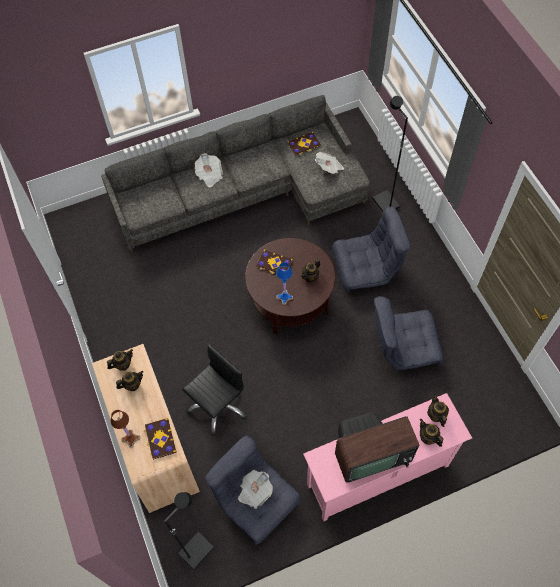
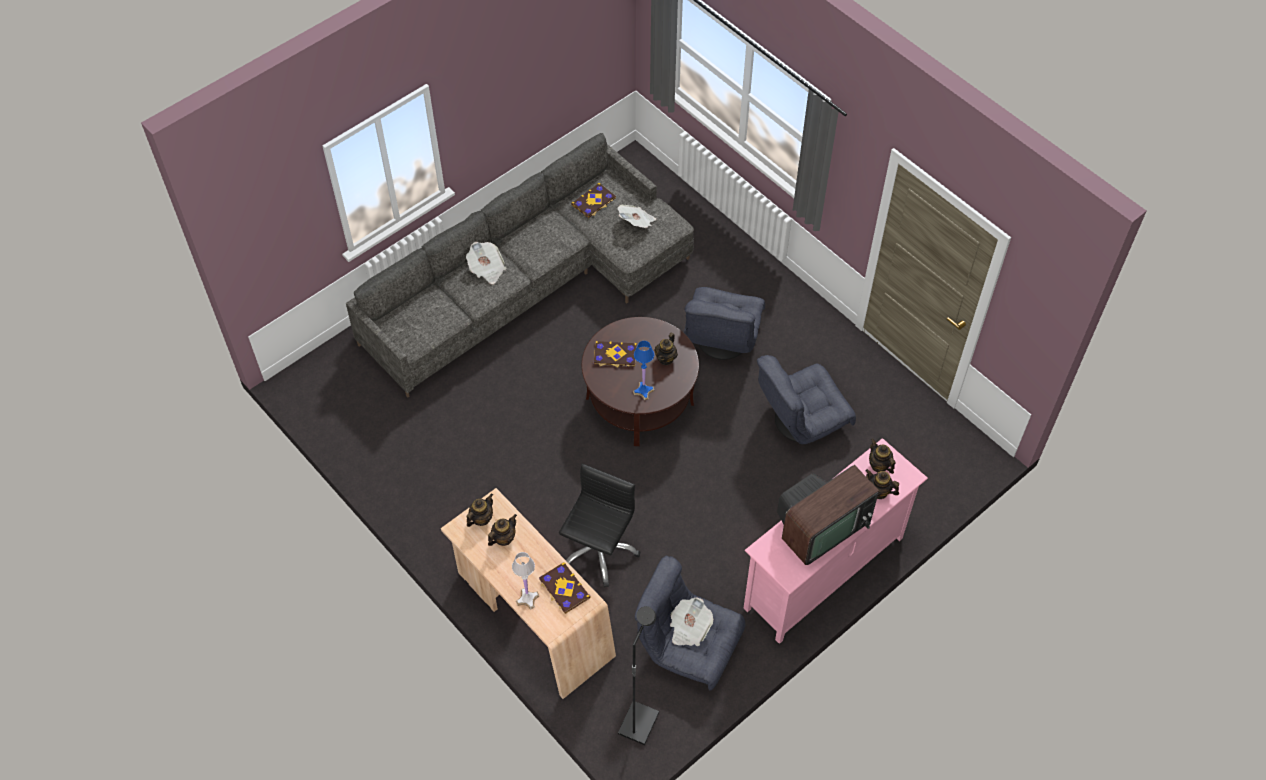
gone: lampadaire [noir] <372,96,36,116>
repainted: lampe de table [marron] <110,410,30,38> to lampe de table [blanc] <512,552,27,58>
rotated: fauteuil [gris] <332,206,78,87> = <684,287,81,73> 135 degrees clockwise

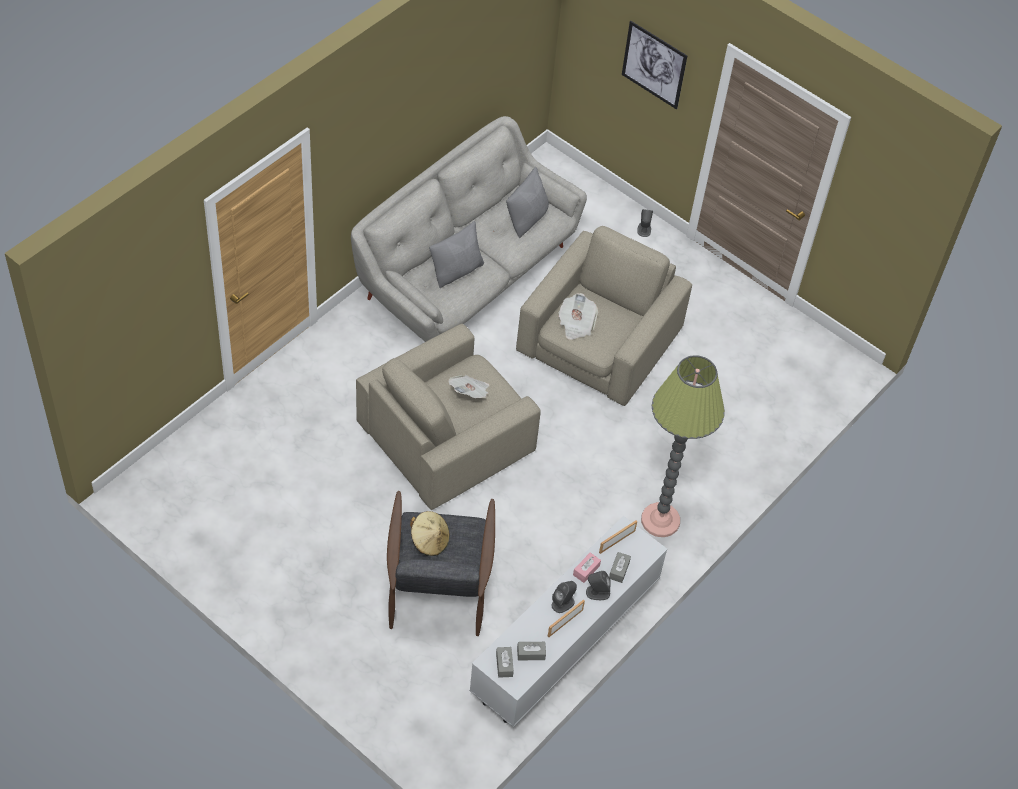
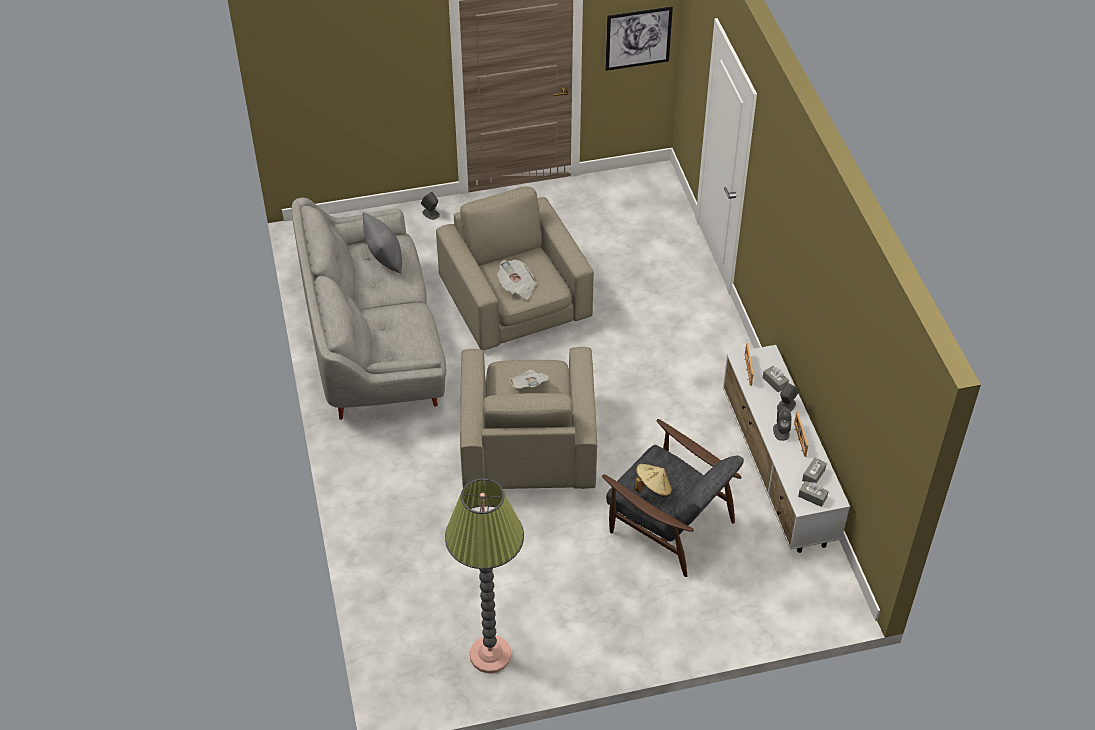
gone: coussin [gris] <429,221,55,67>; boîte à mouchoirs [rose] <573,552,28,31>
shifted: tableau <622,21,65,88> to <606,6,67,65>; lampadaire <641,355,84,182> to <445,478,79,195>

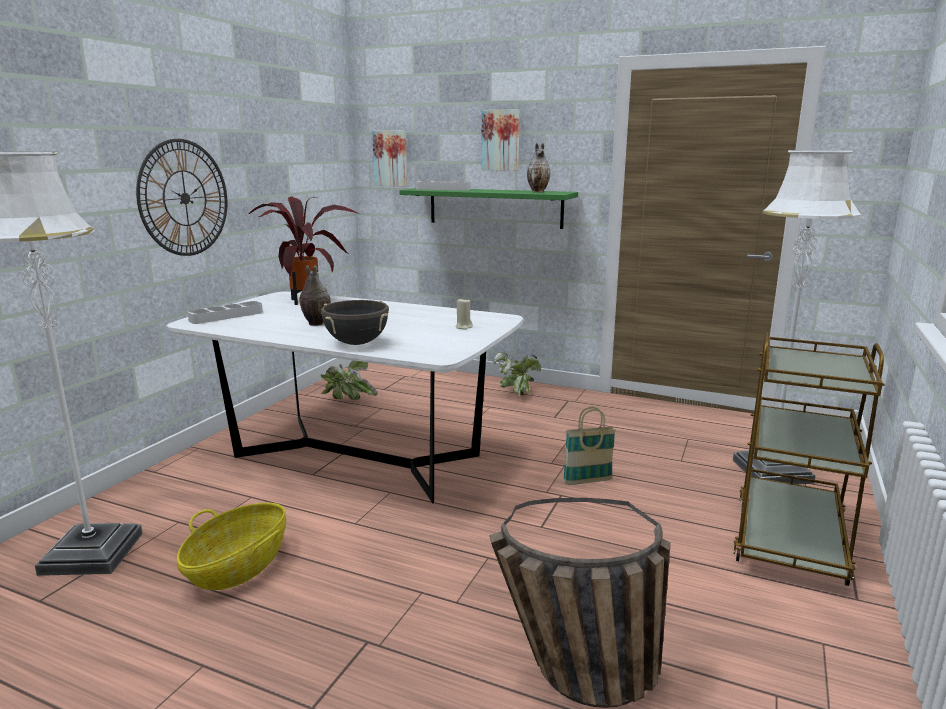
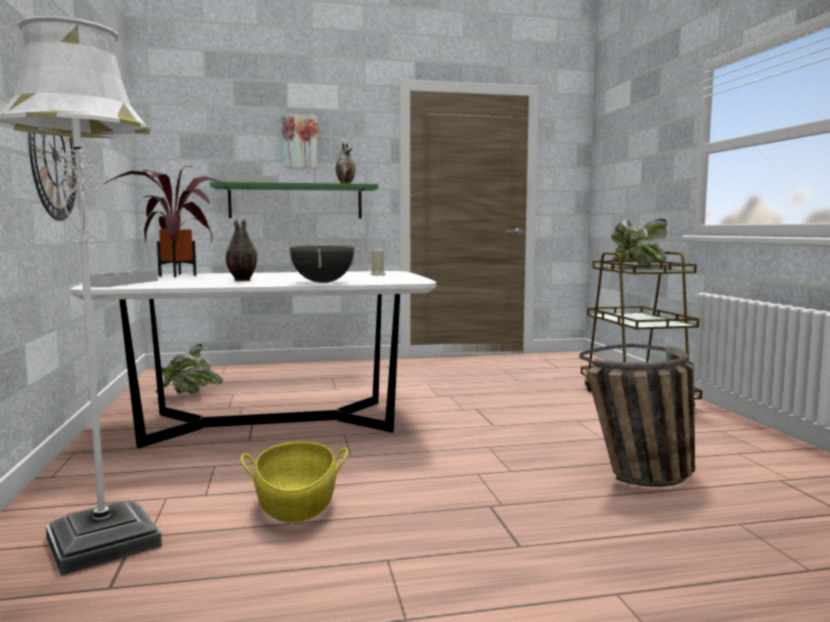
gone: tableau <372,130,35,57>; lampadaire [blanc] <733,150,128,334>; panier <563,407,53,78>
shifted: plante en pot <494,352,47,44> to <611,219,56,49>

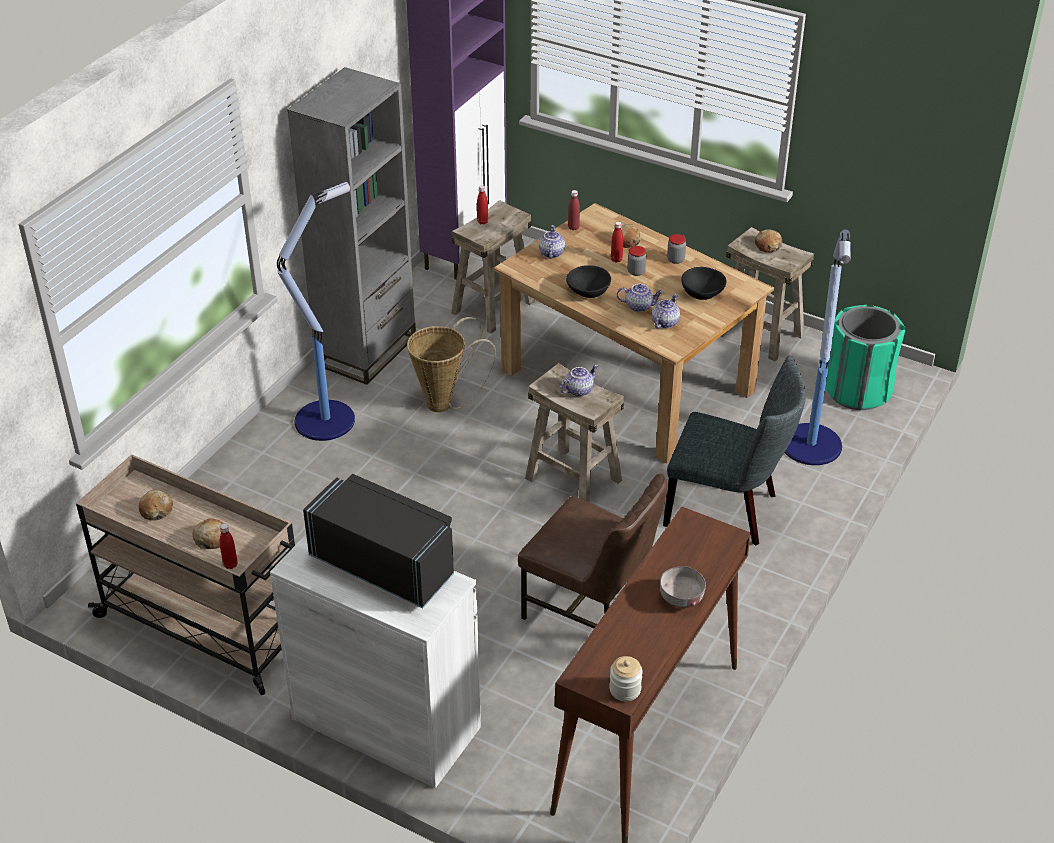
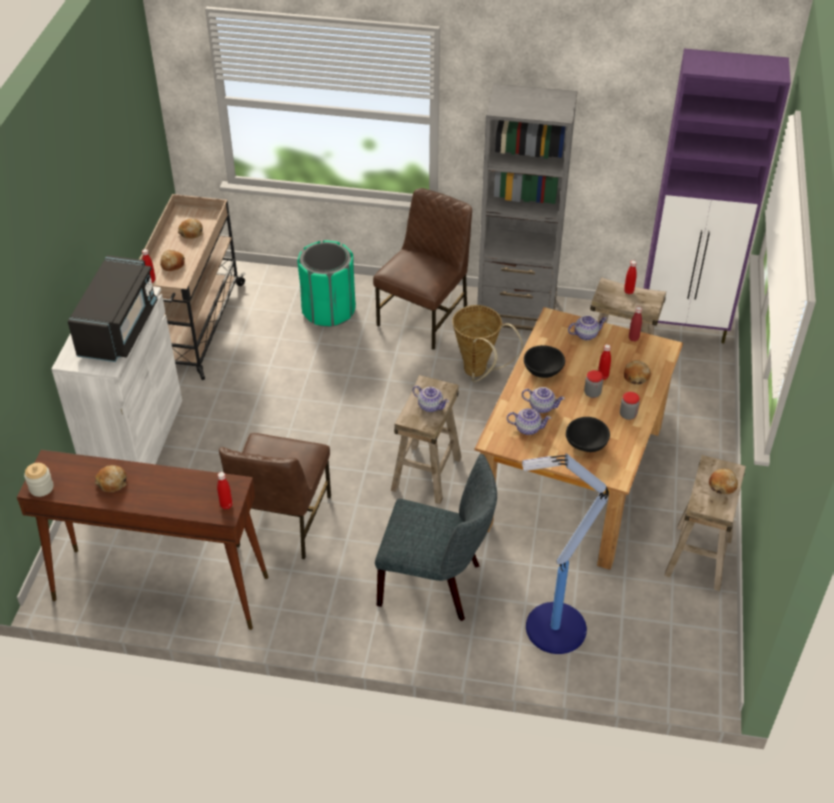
gone: bol [gris] <660,566,46,42>
new: pain <95,465,32,27>; bouteille [rouge] <217,472,16,37>
shifted: poubelle [vert] <825,305,80,105> to <297,240,59,87>
swapped: lampadaire <277,182,78,259> to chaise [marron] <373,188,99,162>
rotated: théière <617,284,46,28> = <522,387,43,26> 60 degrees counterclockwise; chaise [gris] <663,355,143,191> = <375,454,122,167> 75 degrees counterclockwise

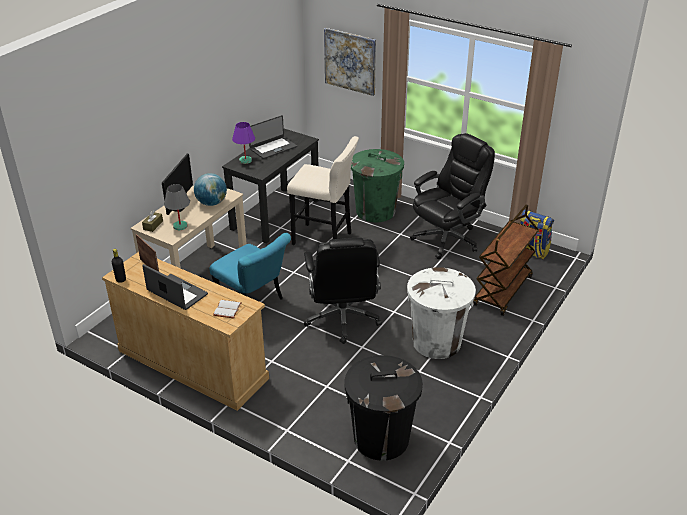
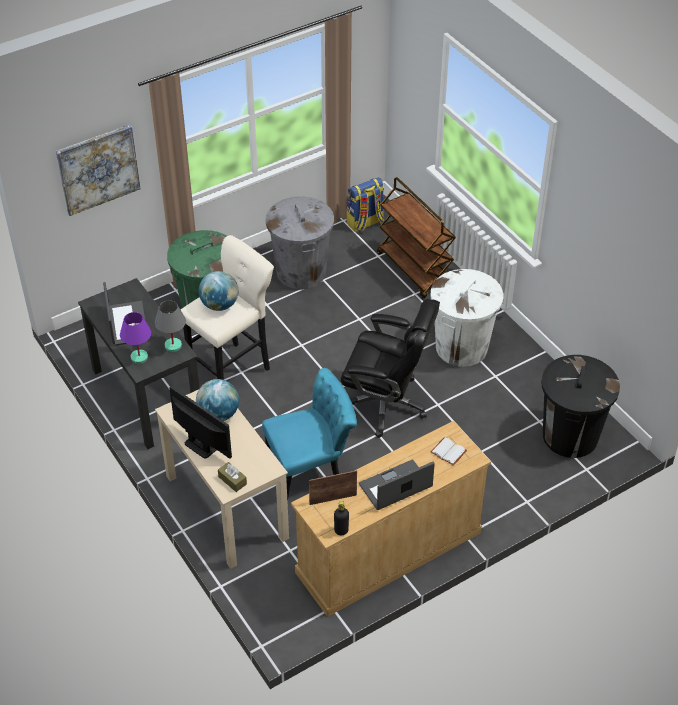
new: globe <199,271,39,40>
shifted: lampe de table [gris] <164,184,26,46> to <155,300,31,52>
swapped: chaise de bureau [noir] <410,133,85,126> to poubelle [gris] <266,196,68,93>

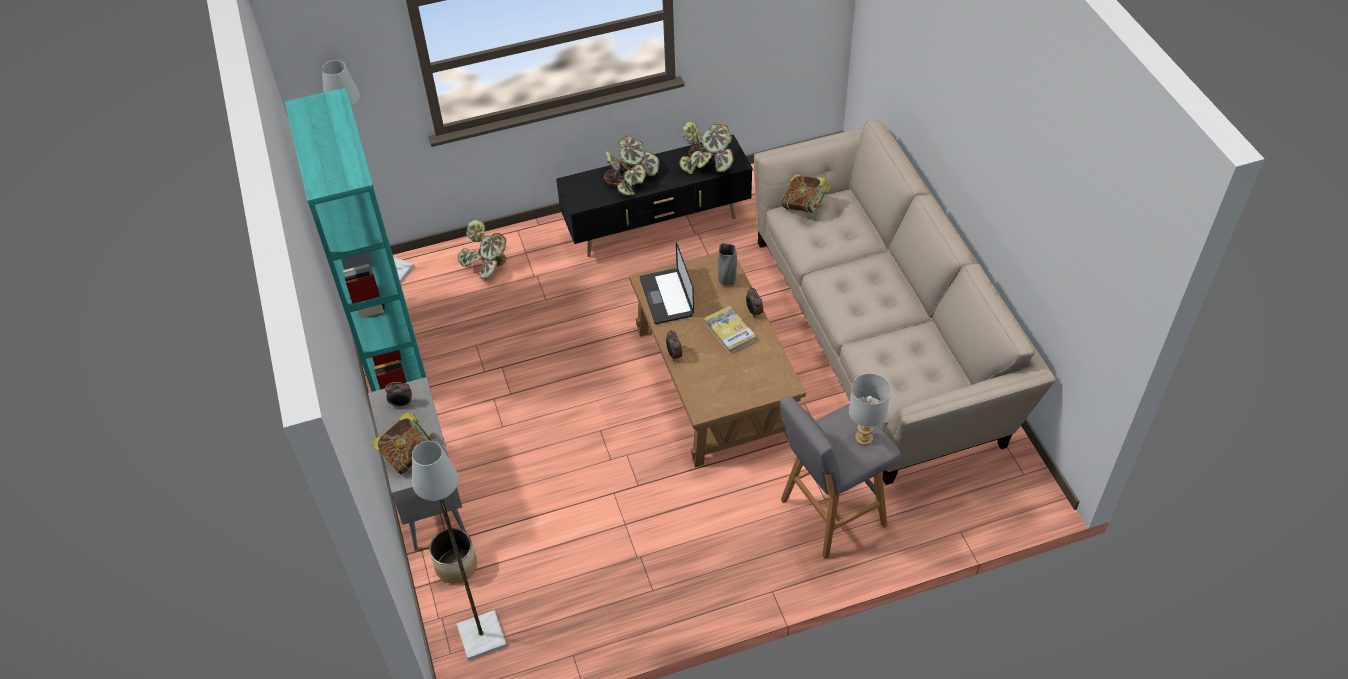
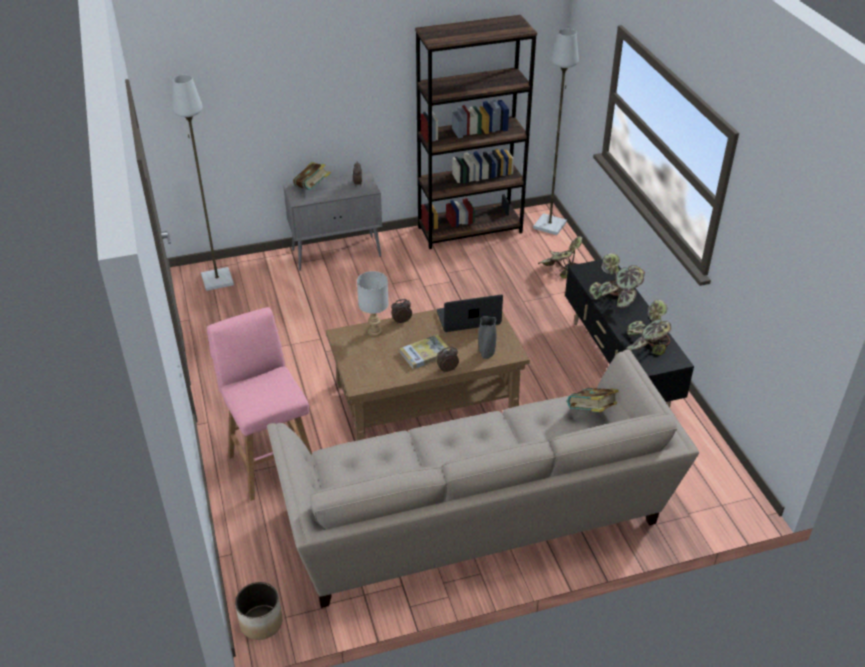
shifted: lampe de table [gris] <849,373,42,73> to <357,271,32,65>; cache-pot <429,528,48,55> to <235,582,47,58>
repainted: bibliothèque [turquoise] <285,87,141,305> to bibliothèque [marron] <415,15,122,234>; tabouret [gris] <780,396,121,163> to tabouret [rose] <207,307,105,194>

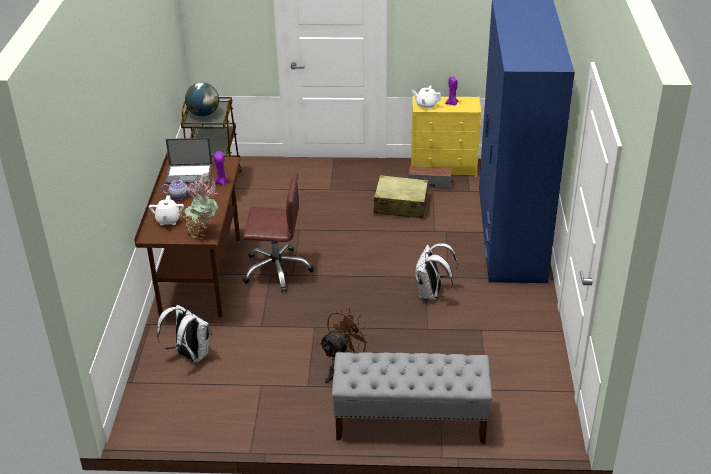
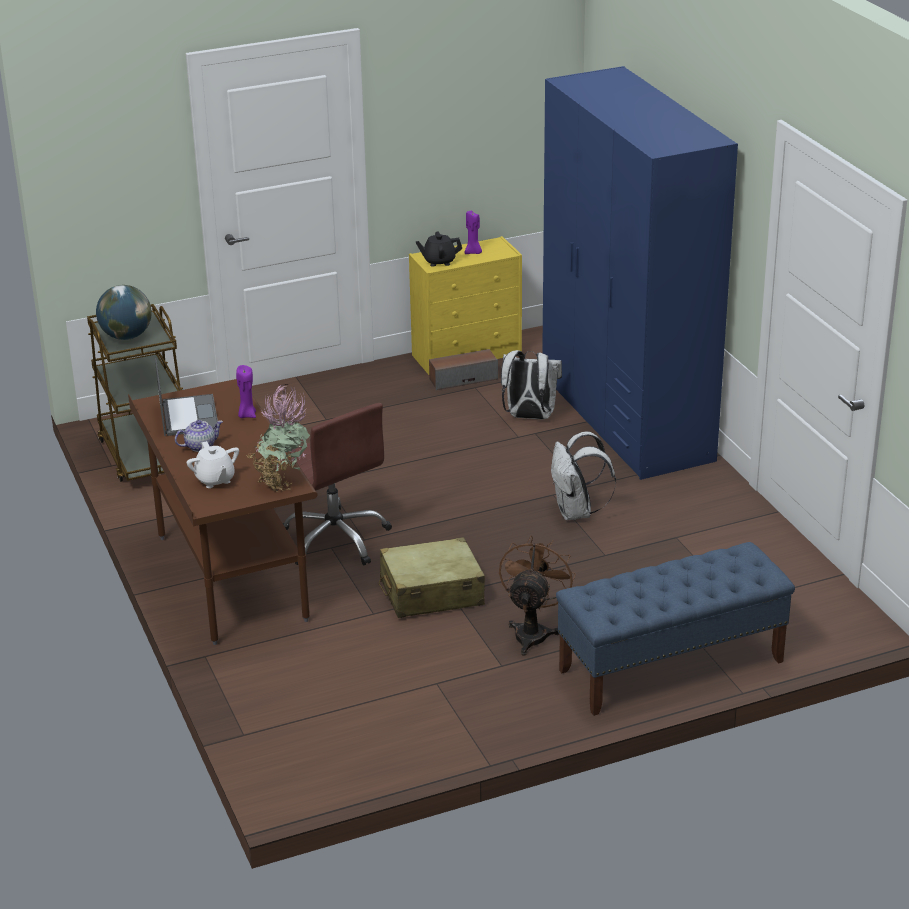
shifted: valise [beige] <373,175,55,43> to <379,537,106,81>; sac à dos [blanc] <157,305,55,58> to <501,350,61,69>
repainted: théière [blanc] <412,86,30,23> to théière [noir] <416,231,46,36>; banc [gris] <332,352,160,92> to banc [bleu] <556,542,239,174>
rotated: ordinateur portable <165,138,47,46> = <155,358,63,78> 75 degrees counterclockwise; chaise de bureau [marron] <243,172,71,120> = <283,403,109,162> 75 degrees clockwise

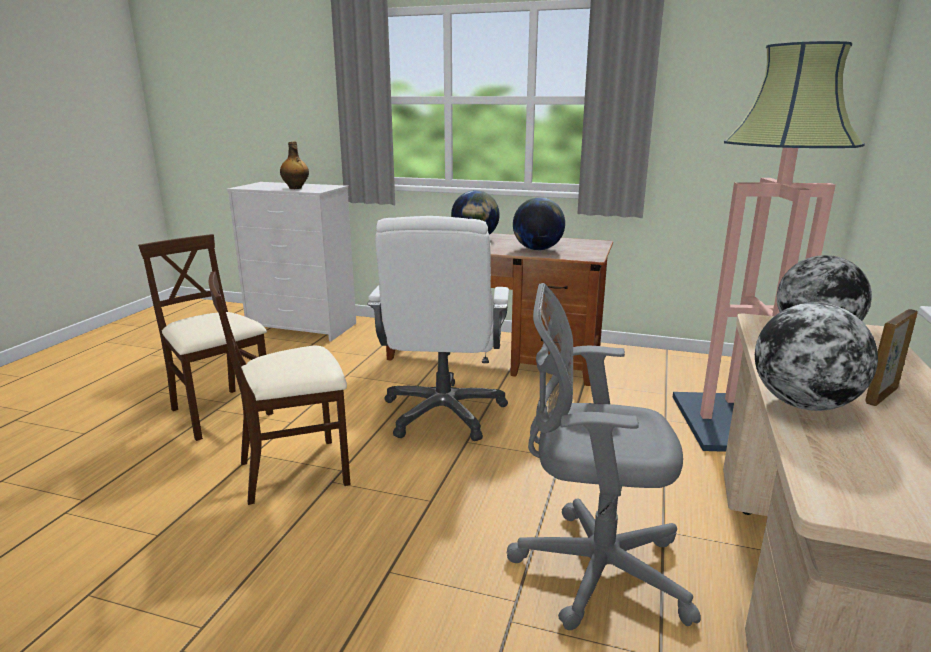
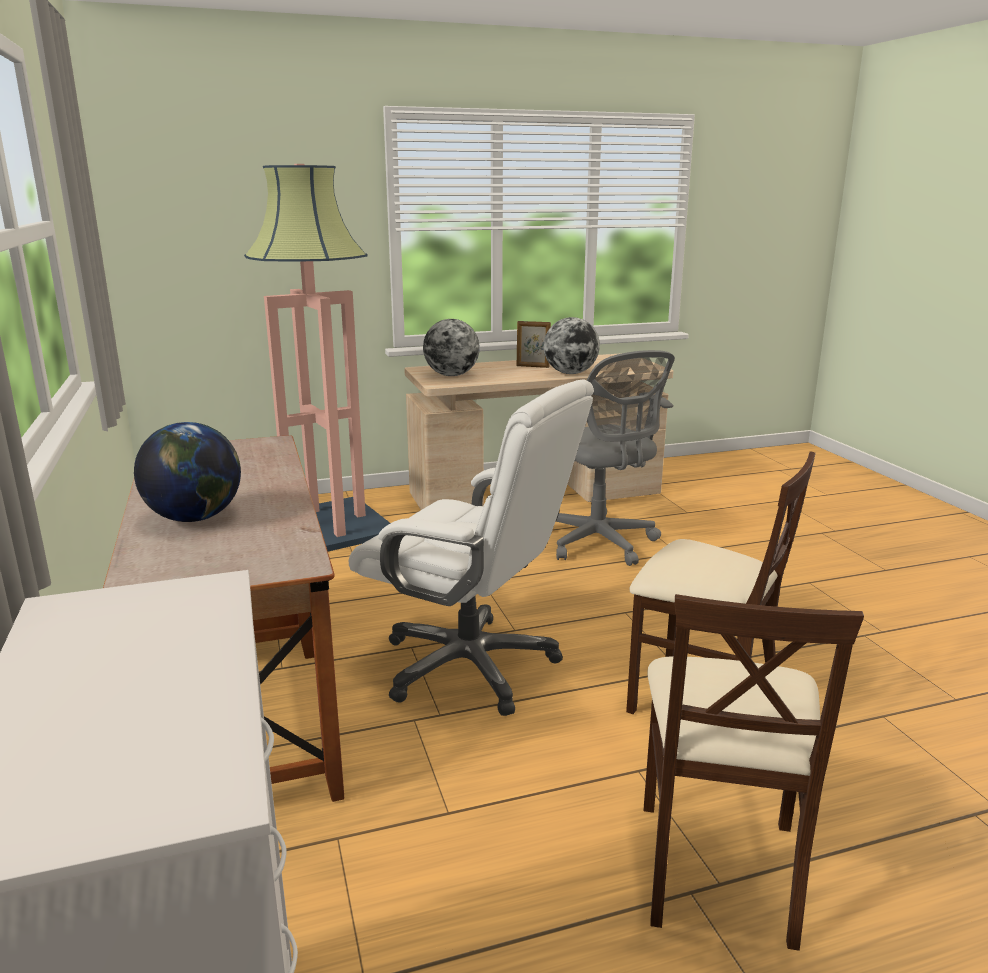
gone: bouteille <280,142,29,47>; globe <513,198,52,52>
rotated: chaise de bureau [blanc] <367,216,142,225> = <349,379,245,337> 60 degrees clockwise

